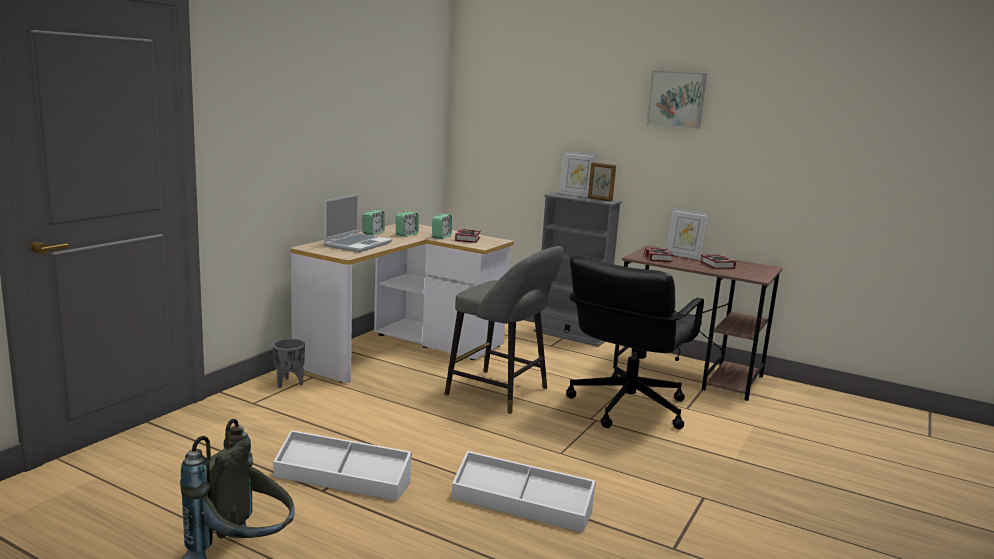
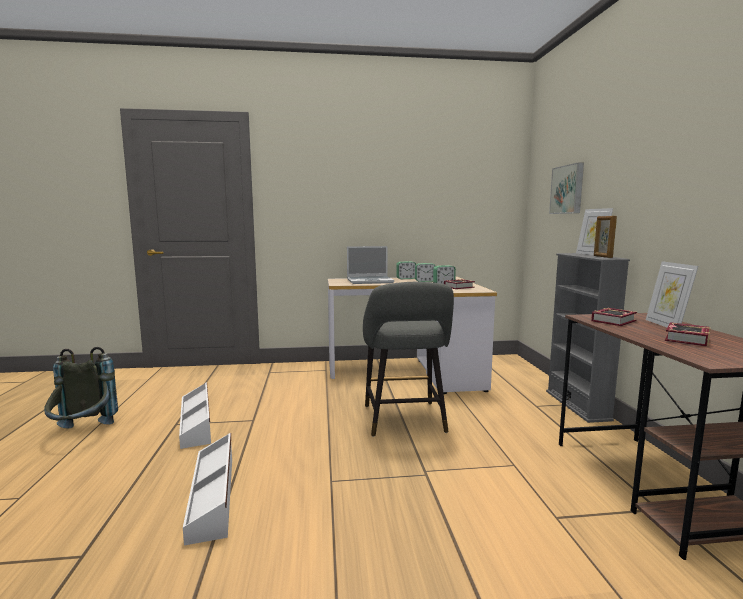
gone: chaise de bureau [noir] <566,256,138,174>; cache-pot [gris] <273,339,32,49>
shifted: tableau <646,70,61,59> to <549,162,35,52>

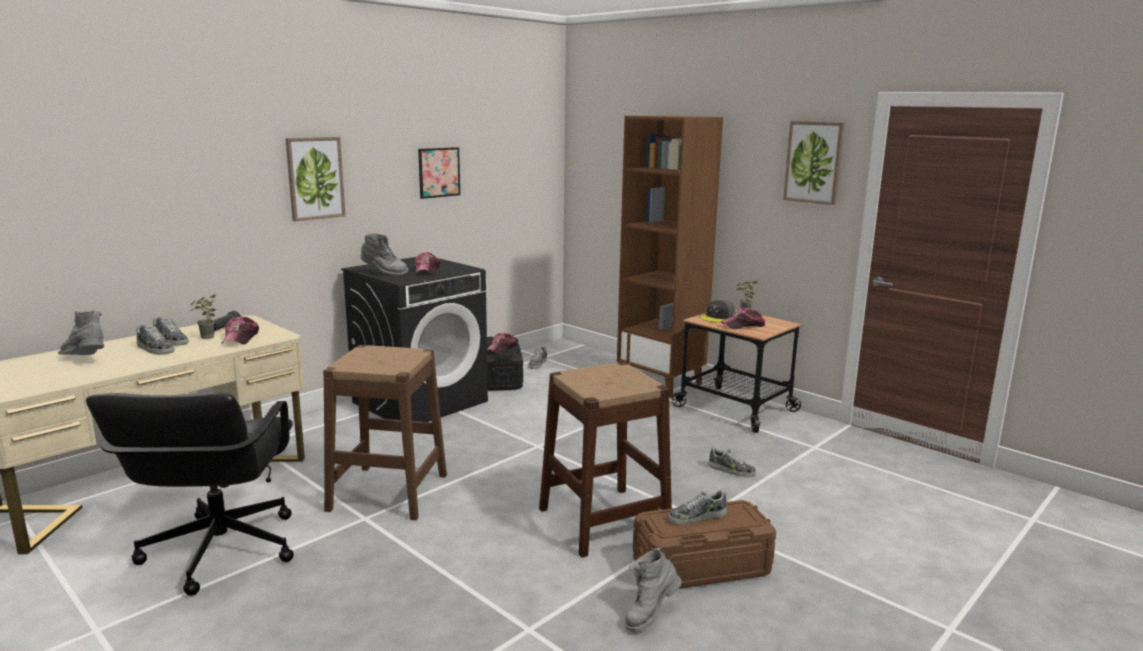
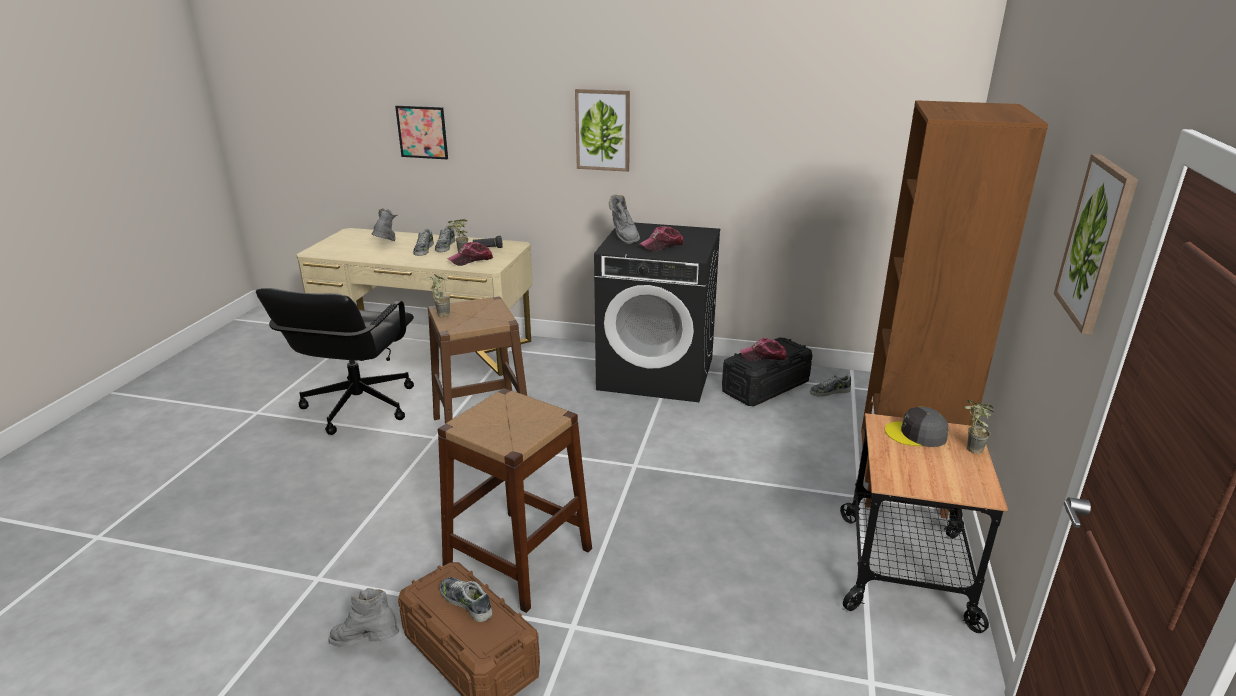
gone: casquette <721,308,45,21>; chaussure <708,447,48,30>
new: plante en pot <428,274,22,43>
shifted: tableau <418,147,42,52> to <395,106,53,53>
rotated: chaise de bureau [noir] <86,392,208,204> = <256,288,158,147> 45 degrees counterclockwise

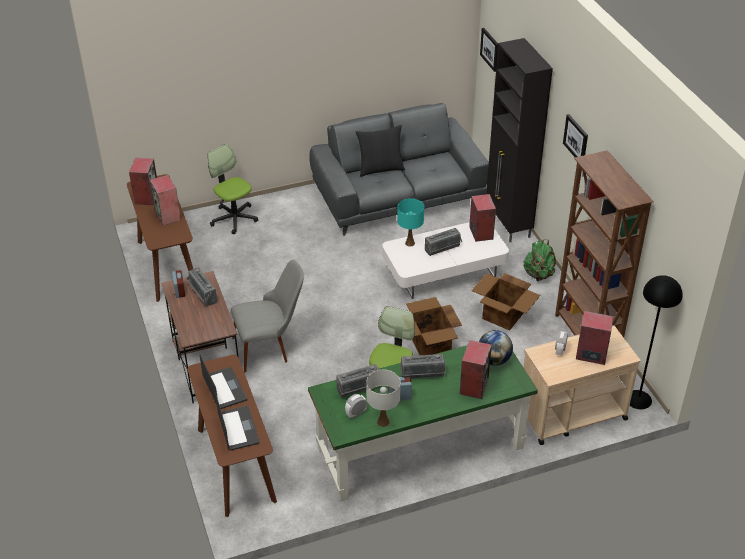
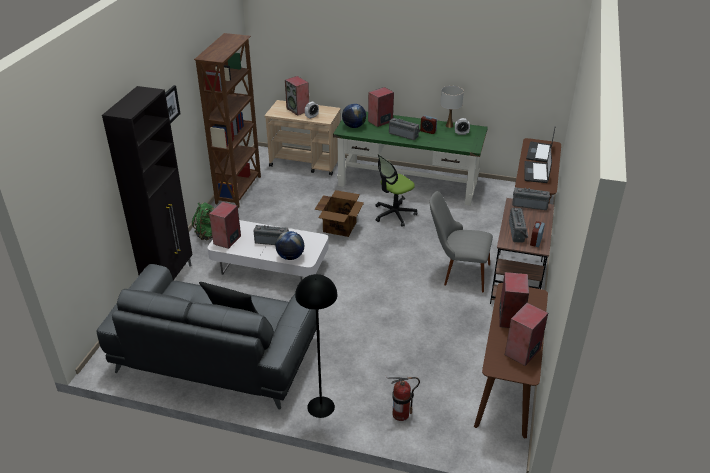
gone: tableau <480,28,18,44>; carton <471,273,69,58>
shifted: lampadaire [noir] <630,275,53,134> to <295,274,42,144>; radio <336,364,44,33> to <512,187,38,23>
swapped: chaise de bureau <208,144,50,90> to extincteur <386,375,34,46>; lampe de table [turquoise] <397,198,27,49> to globe <275,231,29,29>

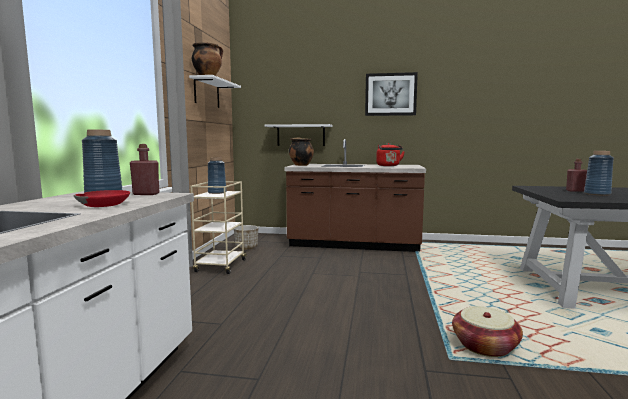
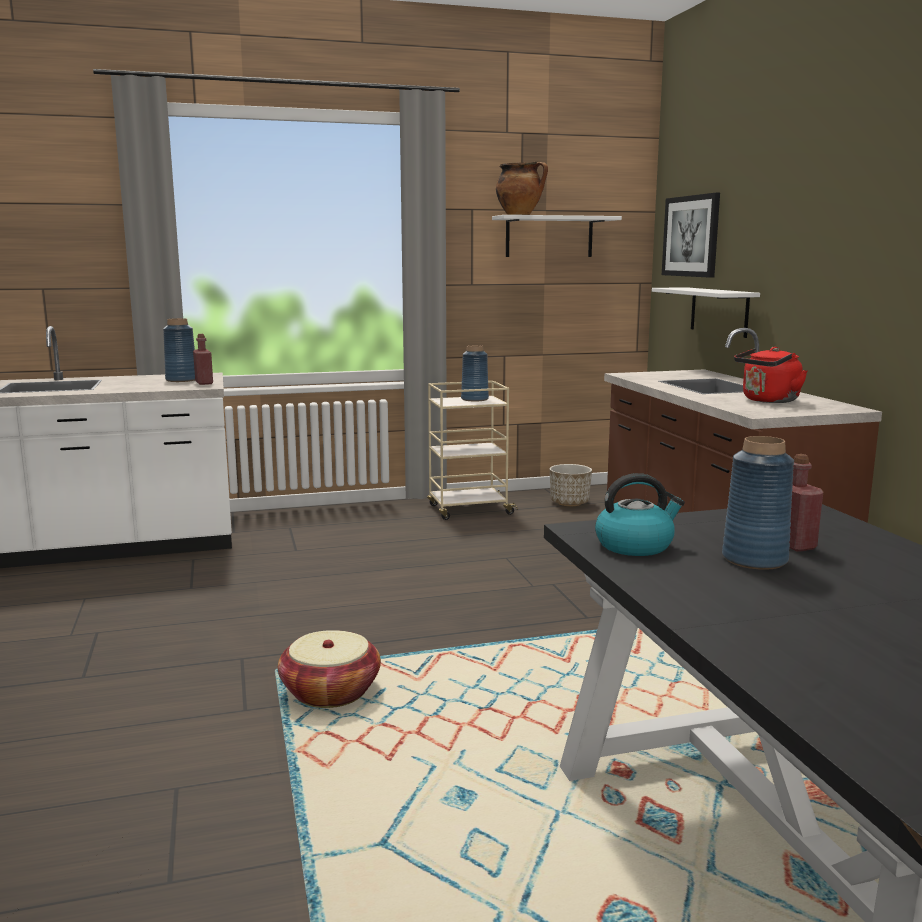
gone: marmite <289,138,25,28>; bol [rouge] <74,190,56,17>
new: bouilloire <595,473,90,83>
shifted: tableau <365,72,53,44> to <662,193,58,85>

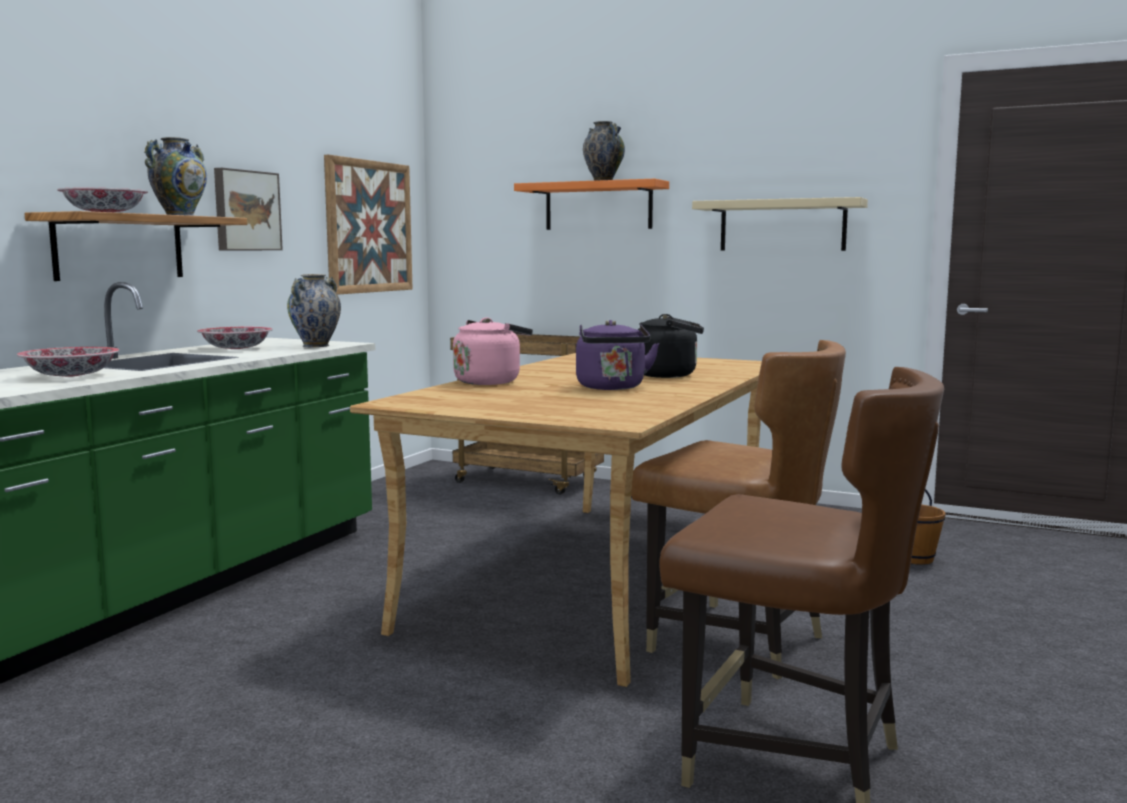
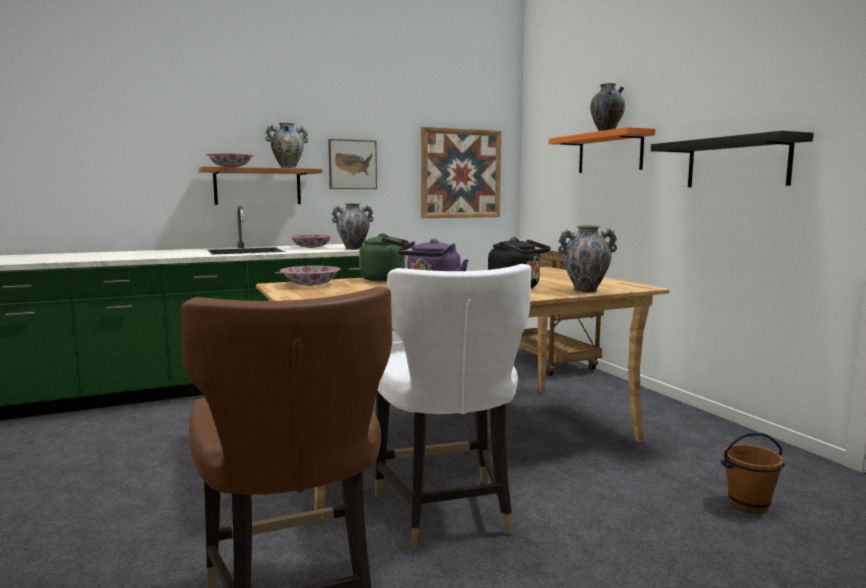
new: vase <558,225,59,67>
shifted: bol <17,347,103,30> to <280,266,60,20>
repainted: étagère [beige] <692,197,176,54> to étagère [noir] <651,131,163,56>; bouilloire [rose] <453,317,80,68> to bouilloire [vert] <359,234,50,47>; chaise [marron] <631,340,215,340> to chaise [blanc] <375,264,156,286>

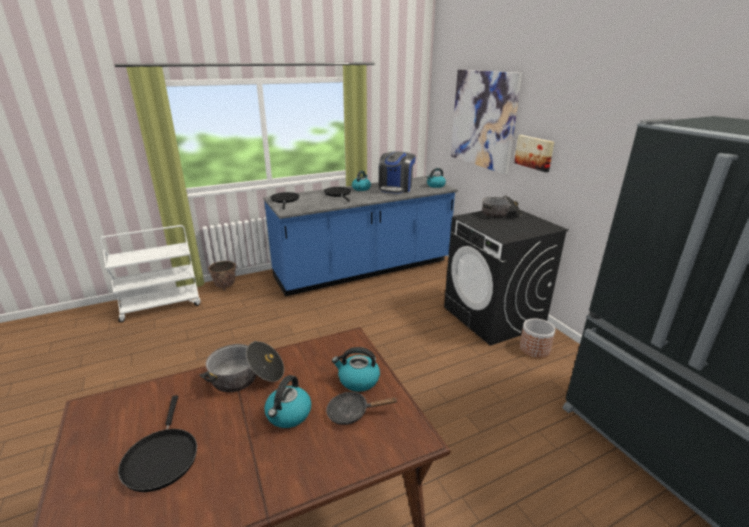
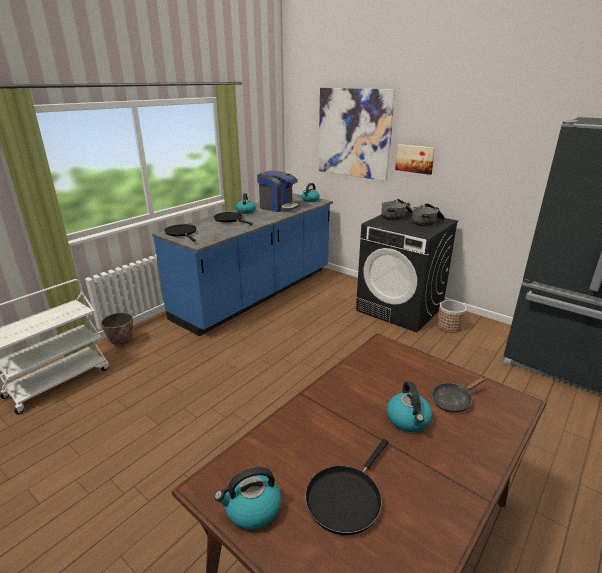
shifted: marmite <200,341,84,51> to <412,203,33,23>; bouilloire <332,347,48,45> to <214,467,67,63>
rotated: machine à café <379,151,37,43> = <257,171,43,41> 60 degrees counterclockwise; poêle [noir] <118,395,79,97> = <305,439,83,96> 75 degrees clockwise

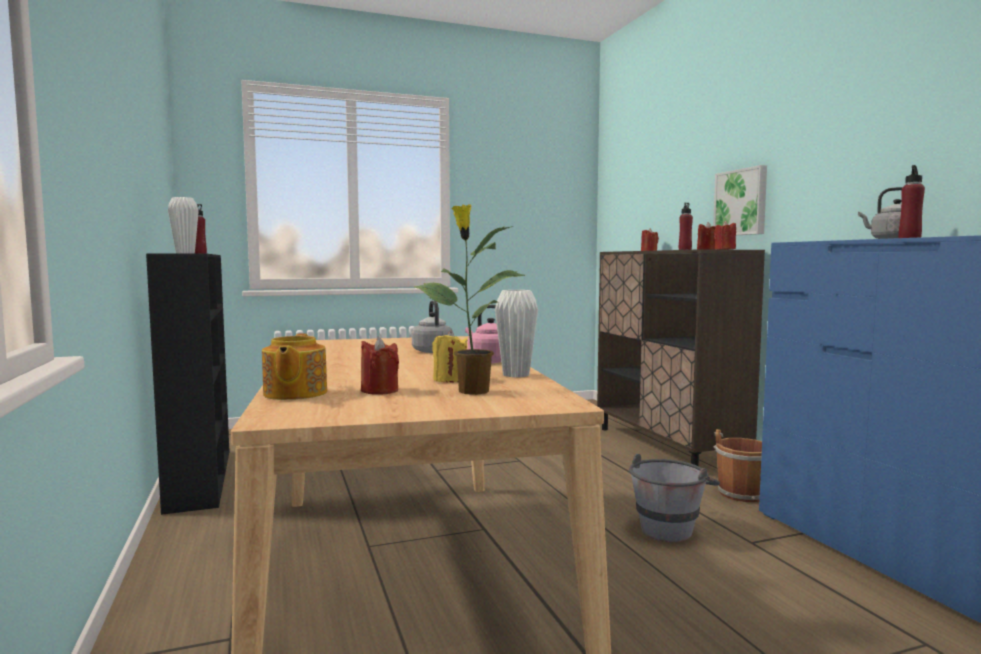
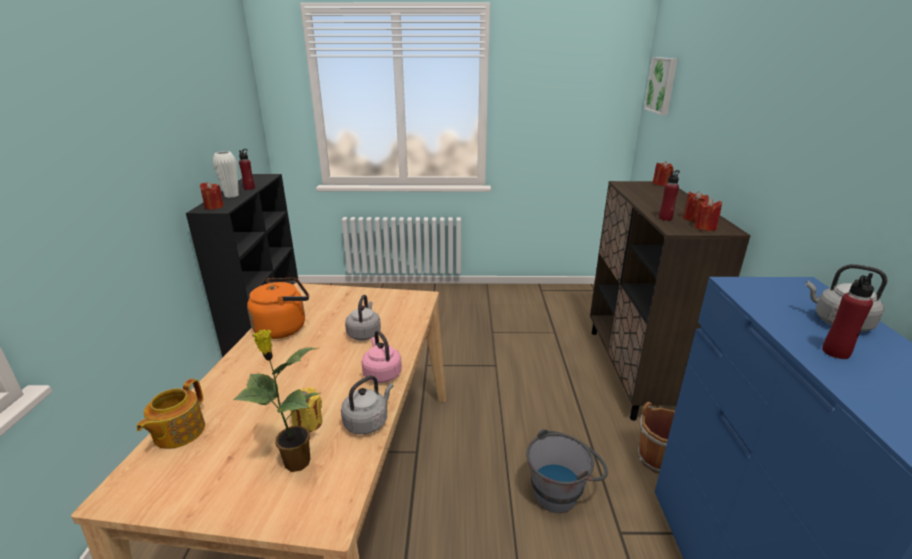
new: bouilloire [orange] <247,278,62,61>
shifted: tableau <713,165,54,70> to <644,57,34,58>; bougie [rouge] <361,337,38,58> to <200,182,24,28>
swapped: vase [blanc] <495,290,43,88> to bouilloire [gris] <341,375,52,59>

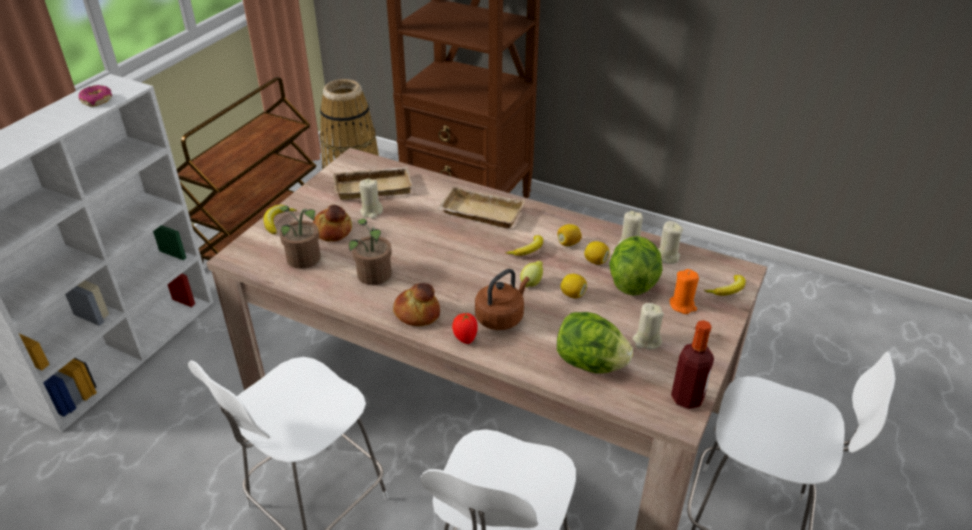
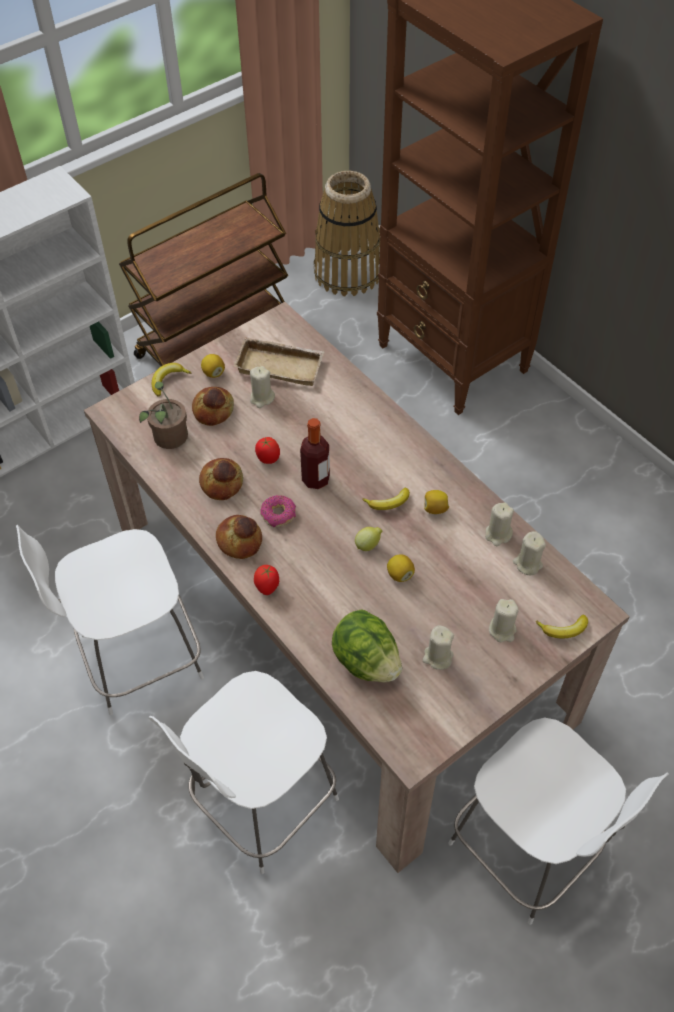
gone: plateau [beige] <437,186,89,42>; laitue <609,236,54,60>; bouilloire [marron] <475,269,55,61>
new: tomate <255,437,25,27>
shifted: beignet <79,85,33,22> to <260,495,36,32>; citron <584,241,26,24> to <201,354,24,24>; bouteille <671,320,43,89> to <300,418,30,71>
swapped: plante en pot <349,219,43,66> to pain <199,458,44,42>
repainted: bougie [orange] <669,269,30,45> to bougie [beige] <489,599,30,43>

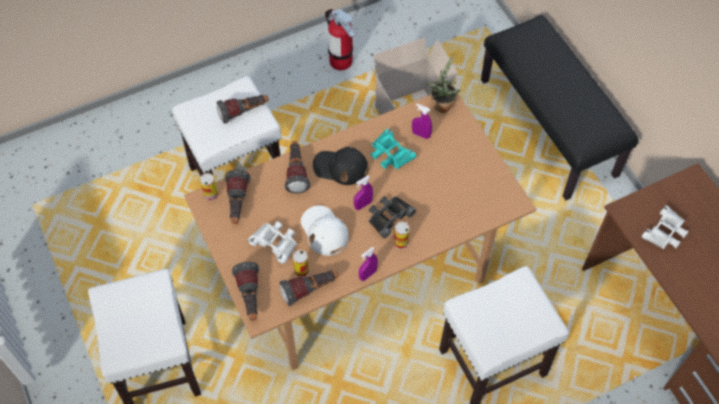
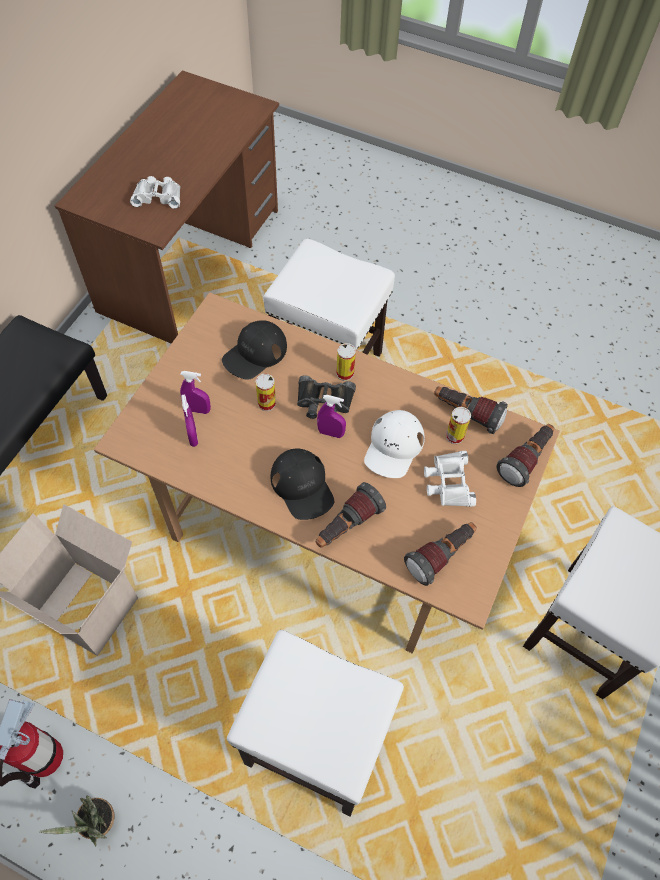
gone: lampe de poche <217,95,52,29>; jumelles [turquoise] <371,129,45,40>
new: casquette [noir] <222,320,65,60>
shifted: plante en pot <425,54,35,59> to <39,795,75,51>; boîte métallique <200,173,18,28> to <256,374,20,37>; vaporisateur [violet] <359,247,19,34> to <180,371,31,43>

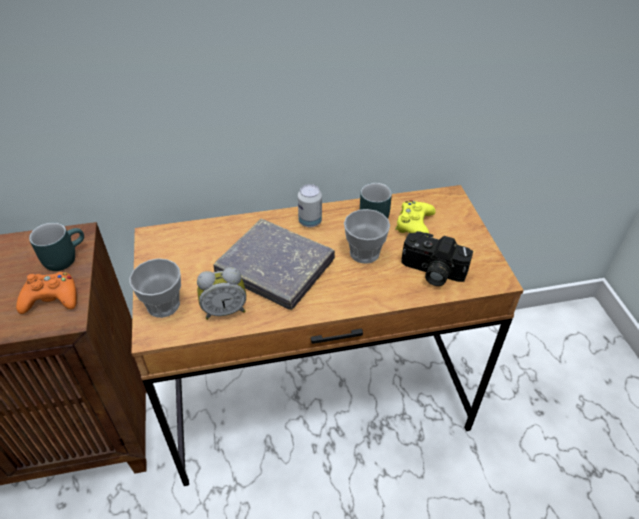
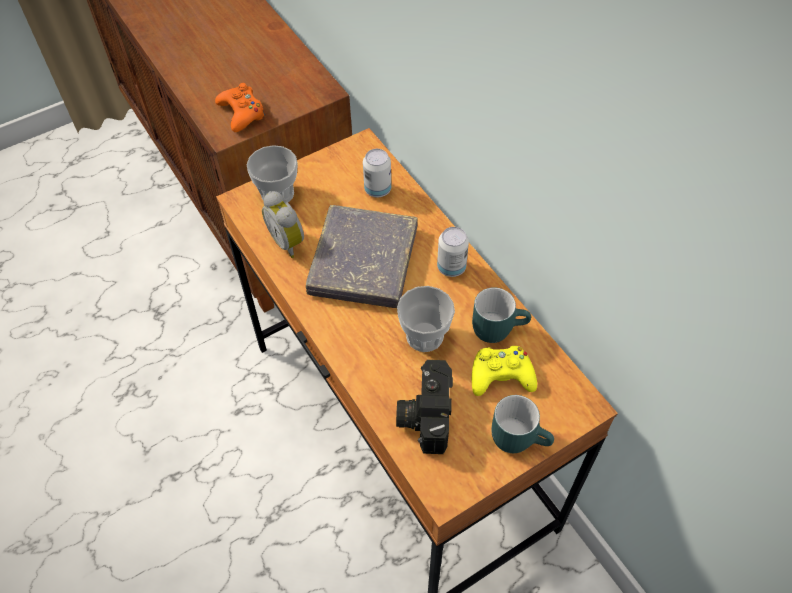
new: boîte métallique <363,149,28,48>
shifted: mug [turquoise] <29,222,55,49> to <491,395,63,58>

